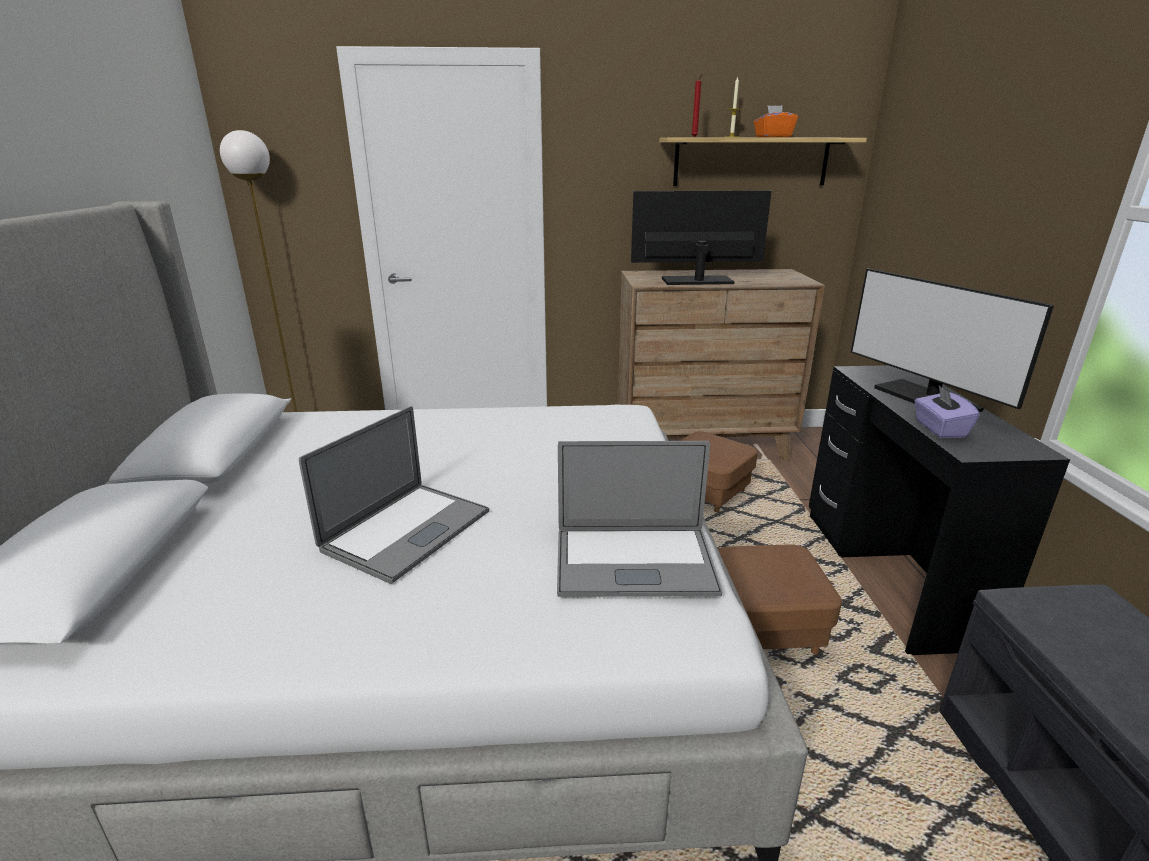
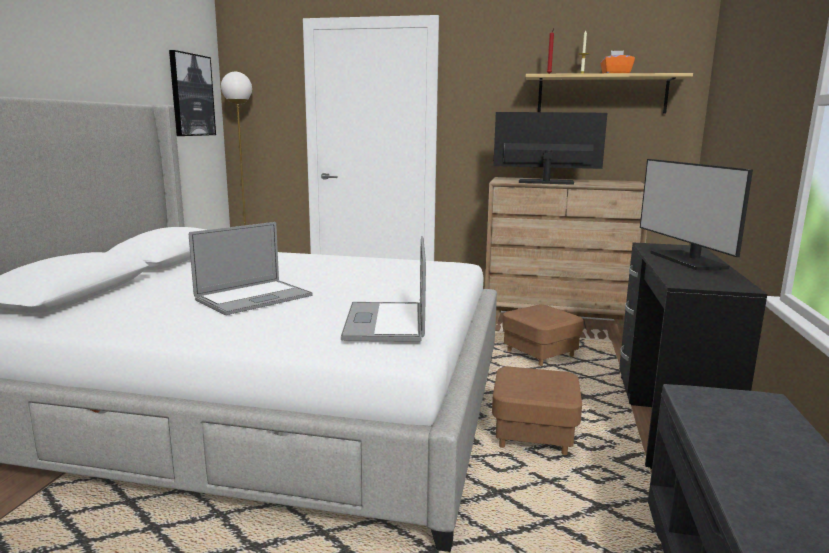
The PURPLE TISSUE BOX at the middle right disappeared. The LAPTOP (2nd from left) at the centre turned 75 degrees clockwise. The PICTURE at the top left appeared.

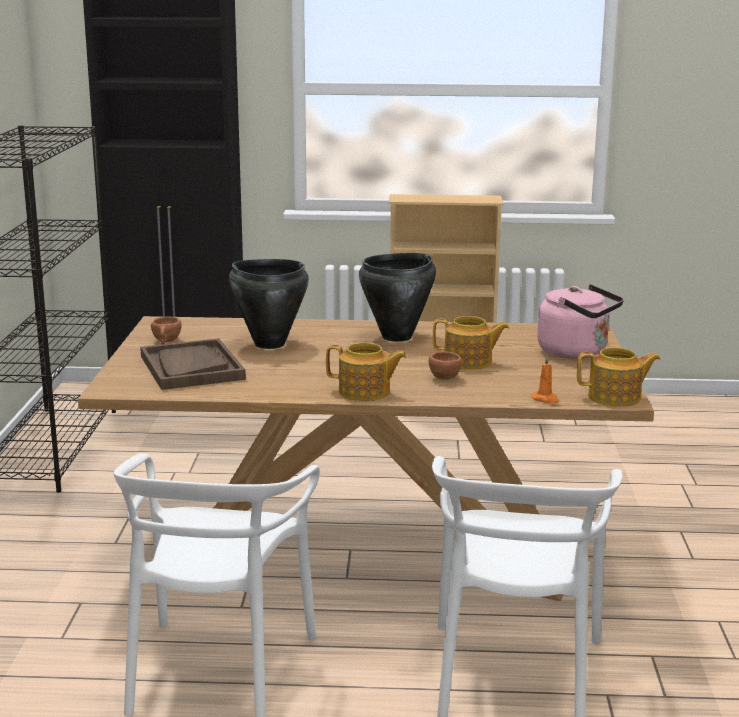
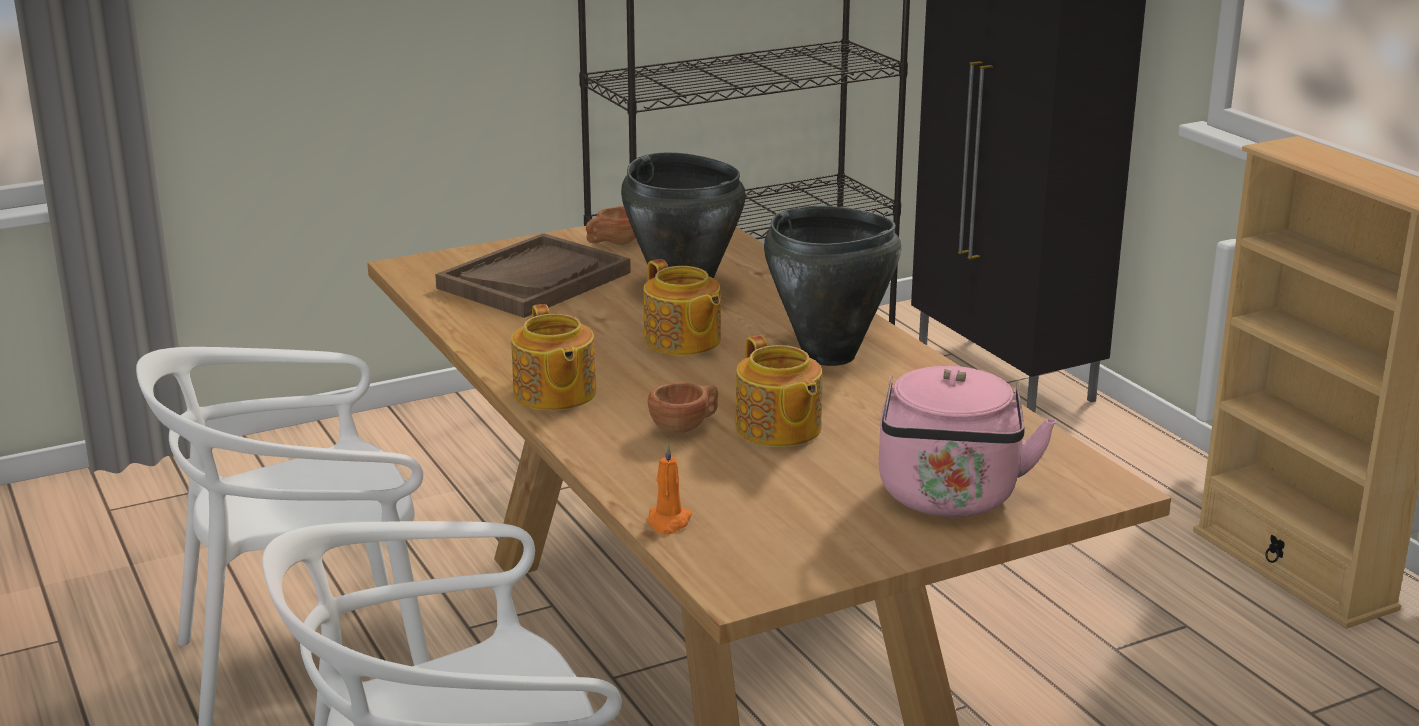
The TEAPOT (3rd from left in the first image) moved from the middle right to the centre.

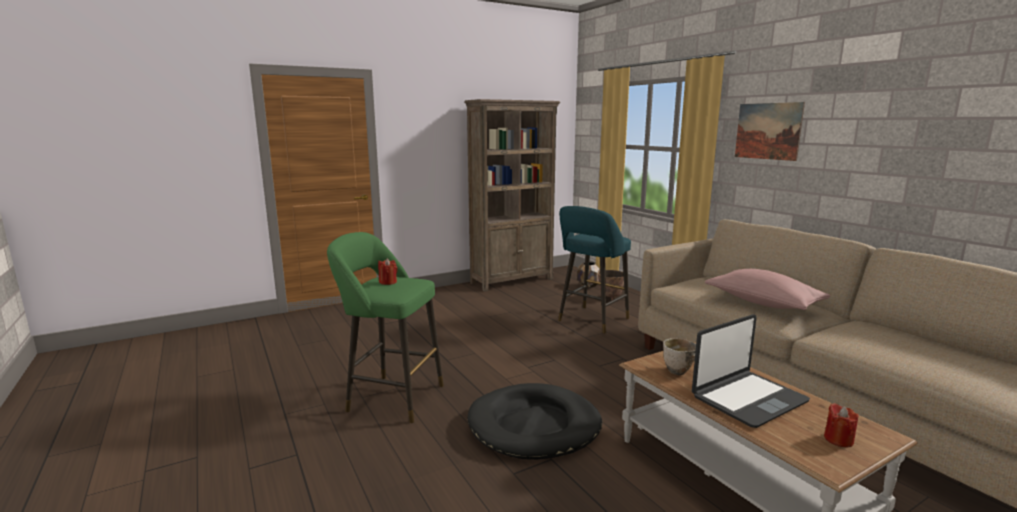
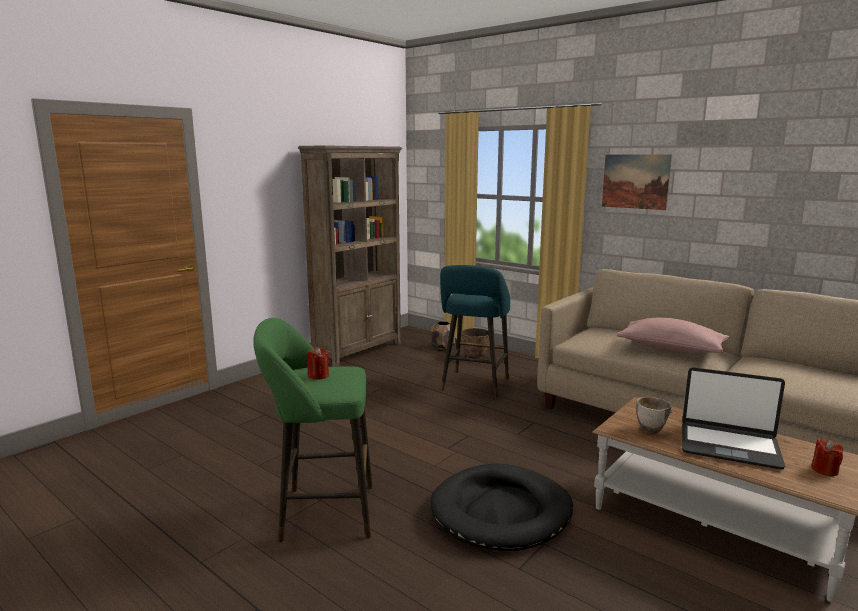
The LAPTOP at the bottom right turned 75 degrees clockwise.

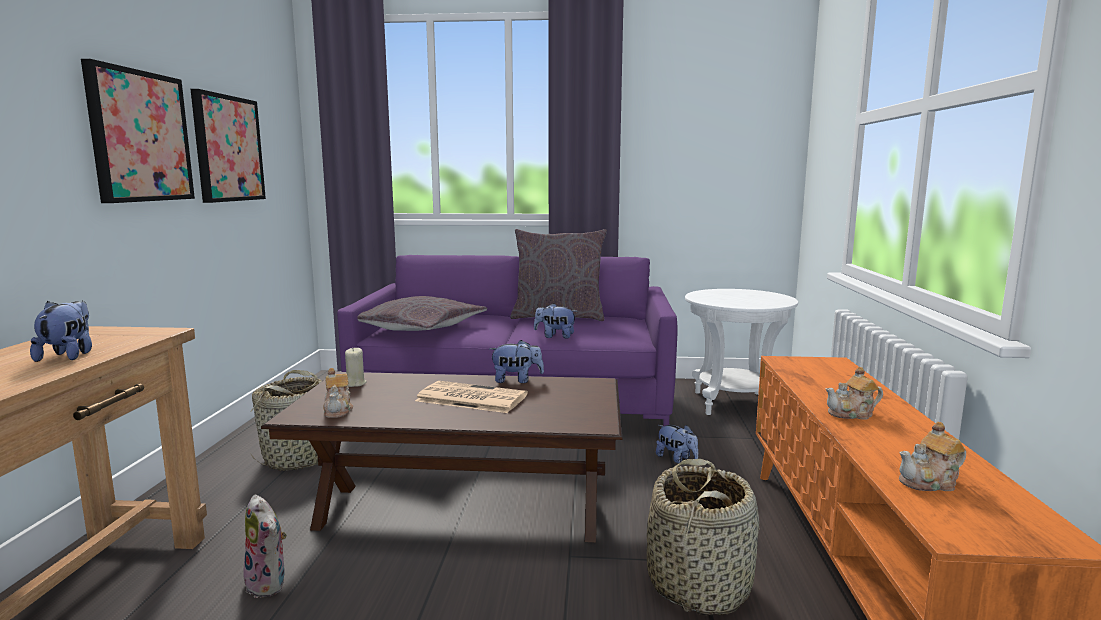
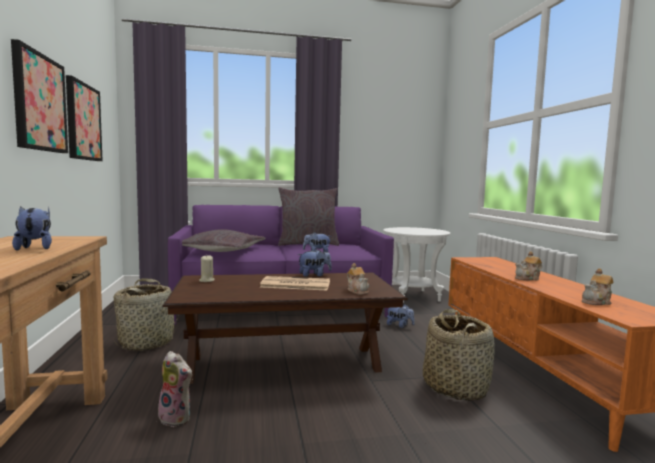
The TEAPOT (1st from left) moved from the middle left to the centre.

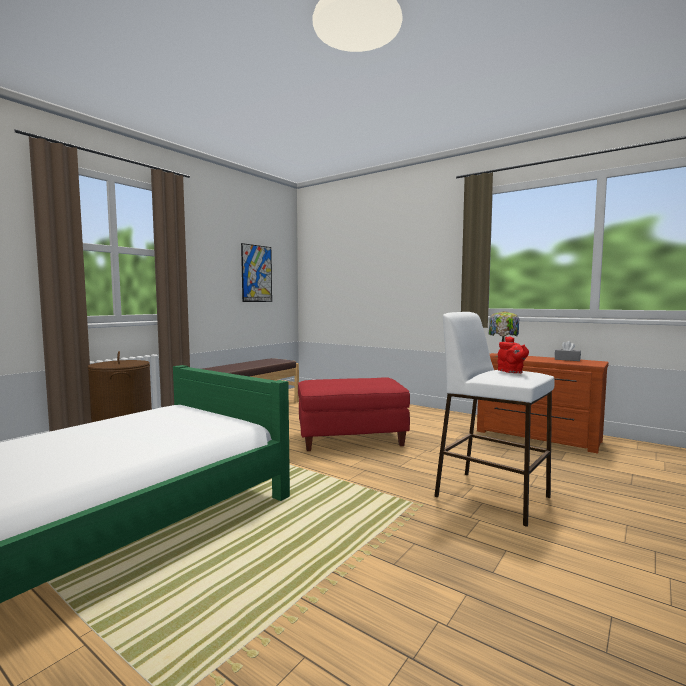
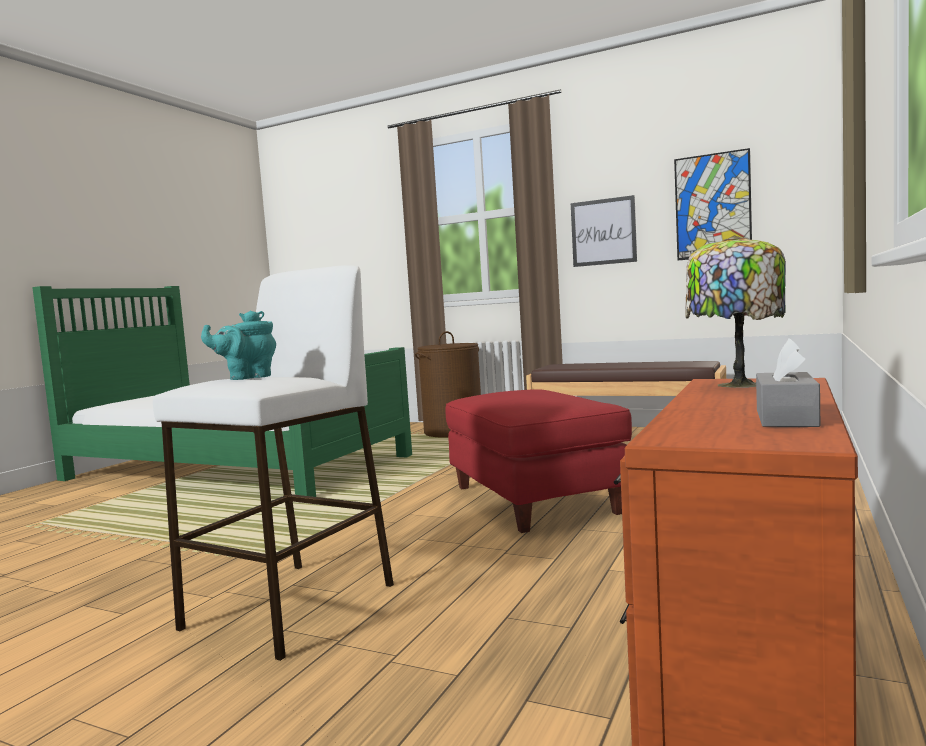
The RED TEAPOT at the middle right became the TURQUOISE TEAPOT at the middle left. The PICTURE (1st from left) at the top centre appeared.

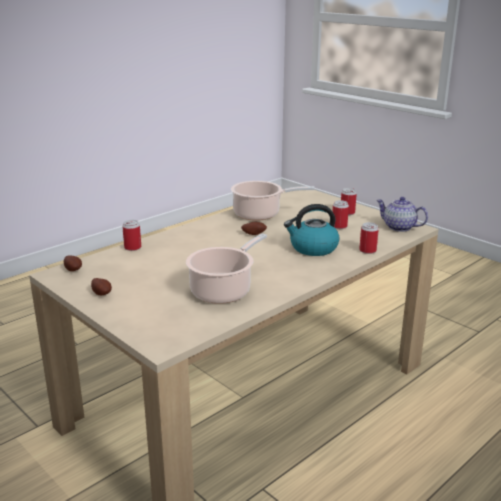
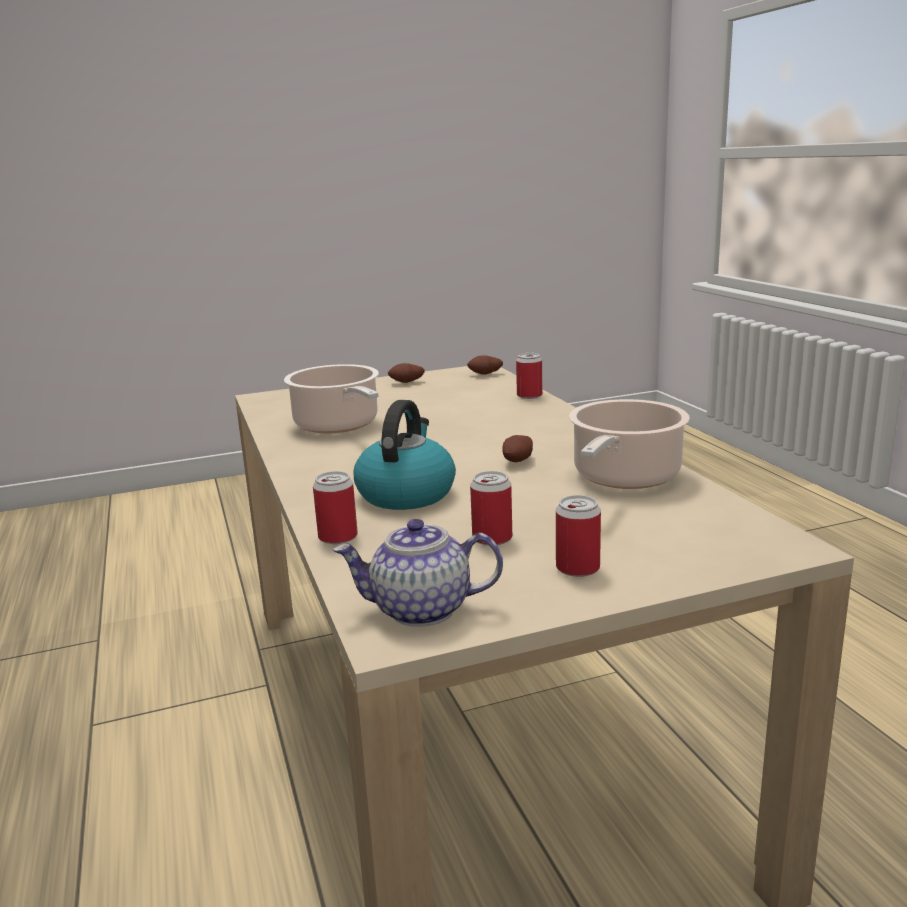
The TEAPOT at the middle right turned 150 degrees counterclockwise.

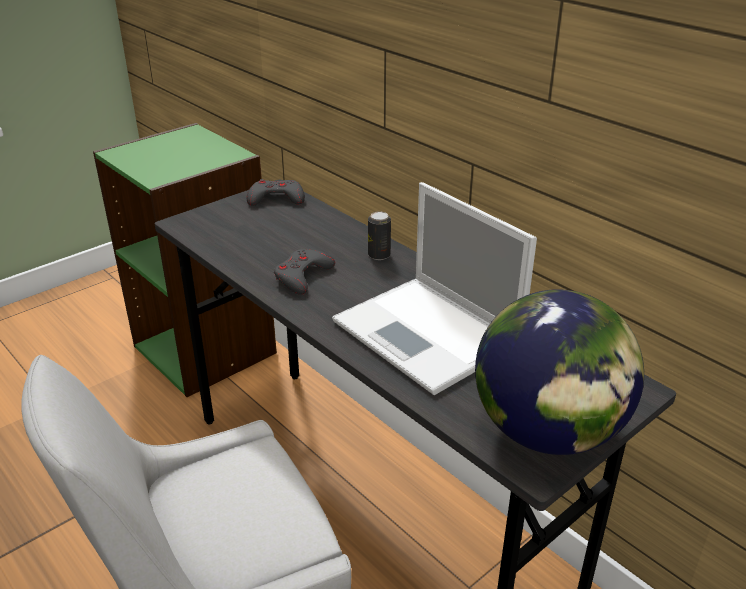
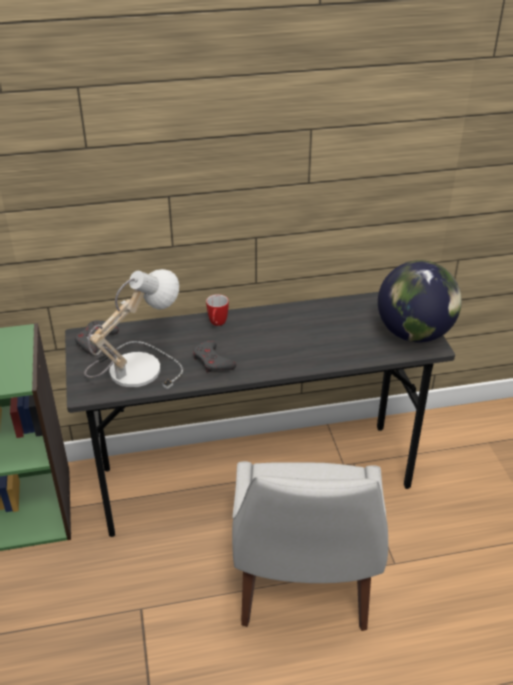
The LAPTOP at the centre disappeared. The CAN at the centre was replaced by the MUG at the centre. The TABLE LAMP at the middle left appeared.

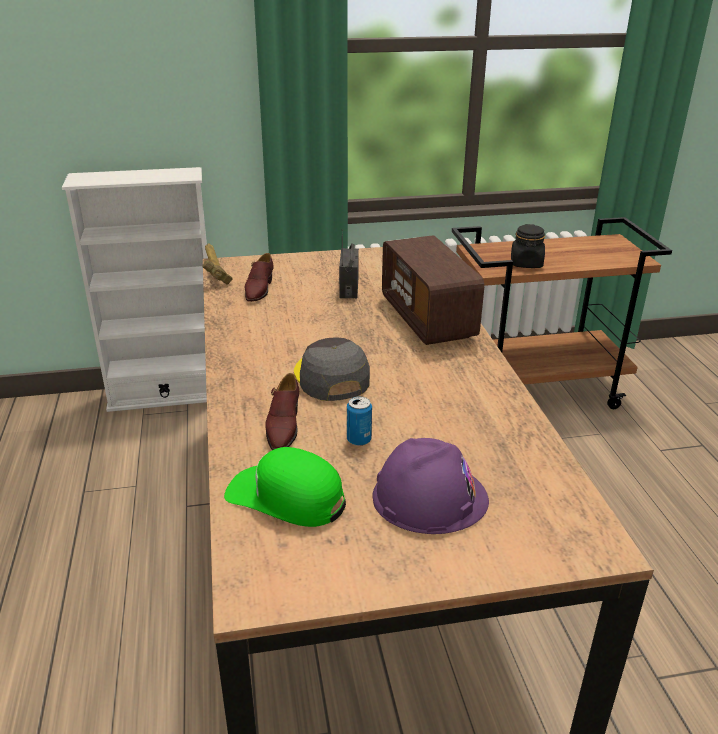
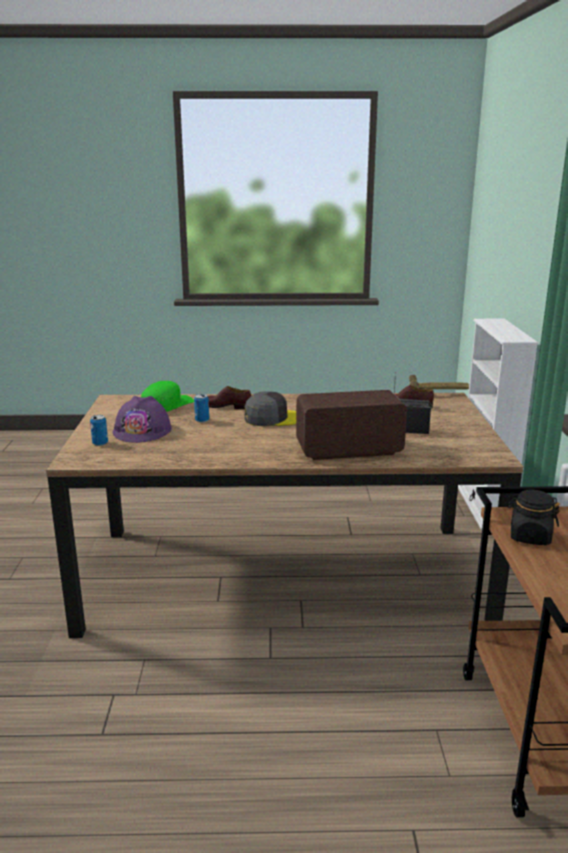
The CAN (1st from left) at the middle left appeared.

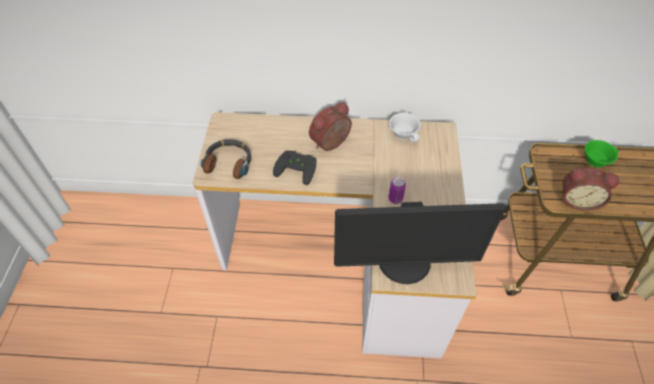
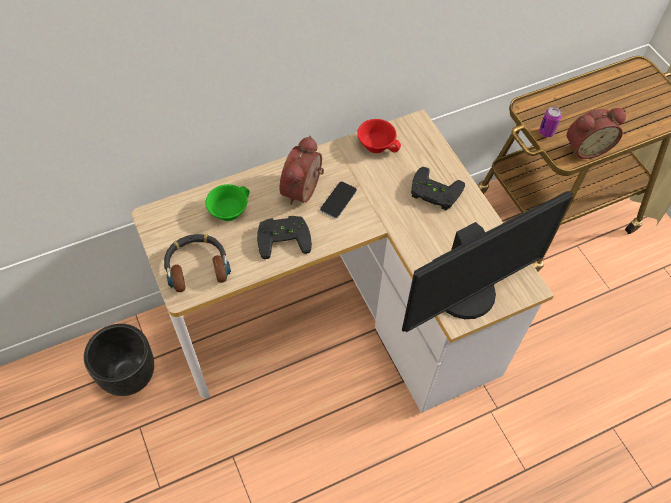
The WHITE CUP at the centre became the RED CUP at the top centre. The GREEN CUP moved from the middle right to the centre. The CAN moved from the centre to the top right. The BLACK GAME CONTROLLER (2nd from left) at the centre appeared. The PHONE at the centre appeared. The BLACK PLANTER at the bottom left appeared.

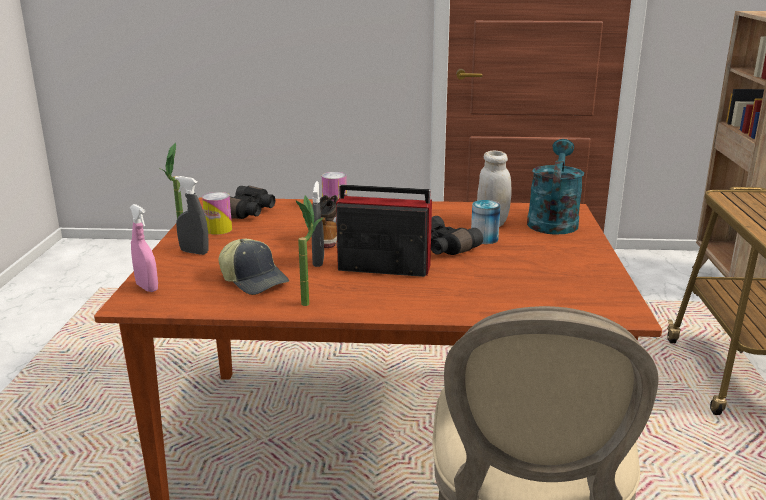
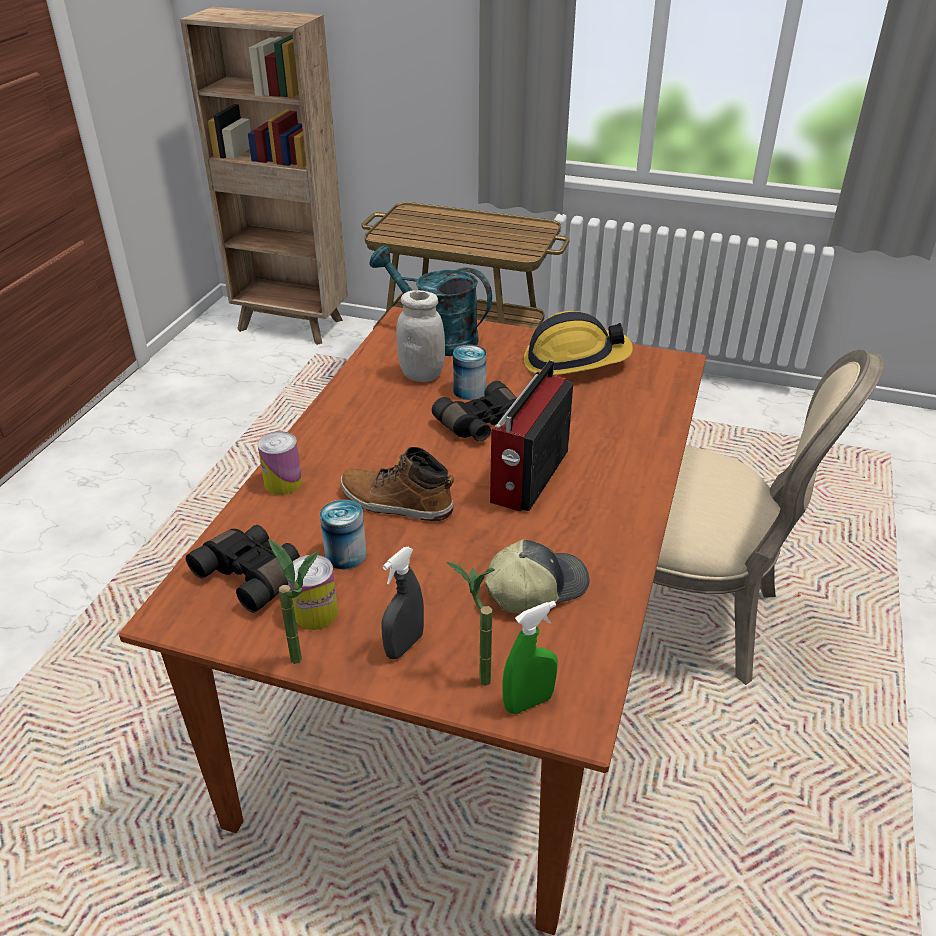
The GREY SPRAY BOTTLE (2nd from left) at the centre disappeared. The POTTED PLANT (2nd from left) moved from the centre to the bottom centre. The PINK SPRAY BOTTLE at the middle left became the GREEN SPRAY BOTTLE at the bottom centre. The HARD HAT at the centre appeared. The CAN (3rd from left) at the centre appeared.

